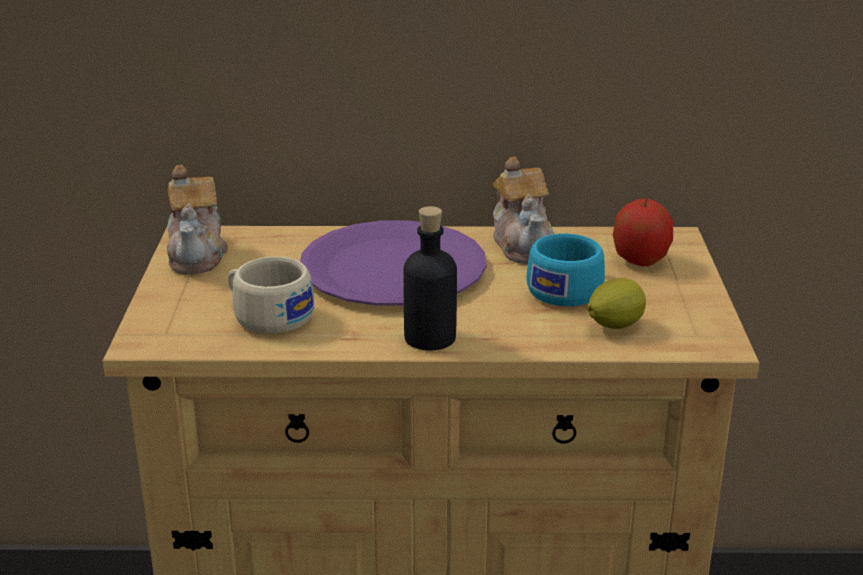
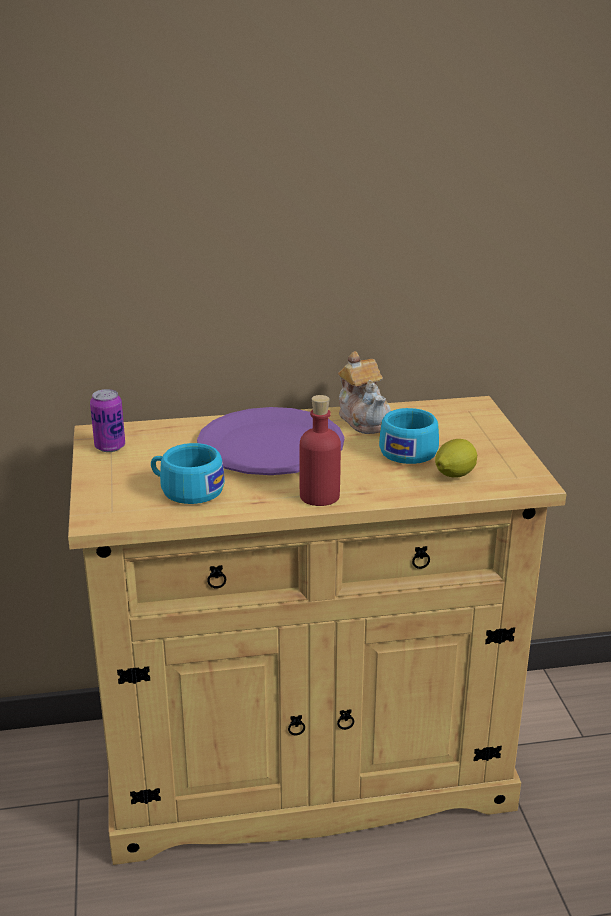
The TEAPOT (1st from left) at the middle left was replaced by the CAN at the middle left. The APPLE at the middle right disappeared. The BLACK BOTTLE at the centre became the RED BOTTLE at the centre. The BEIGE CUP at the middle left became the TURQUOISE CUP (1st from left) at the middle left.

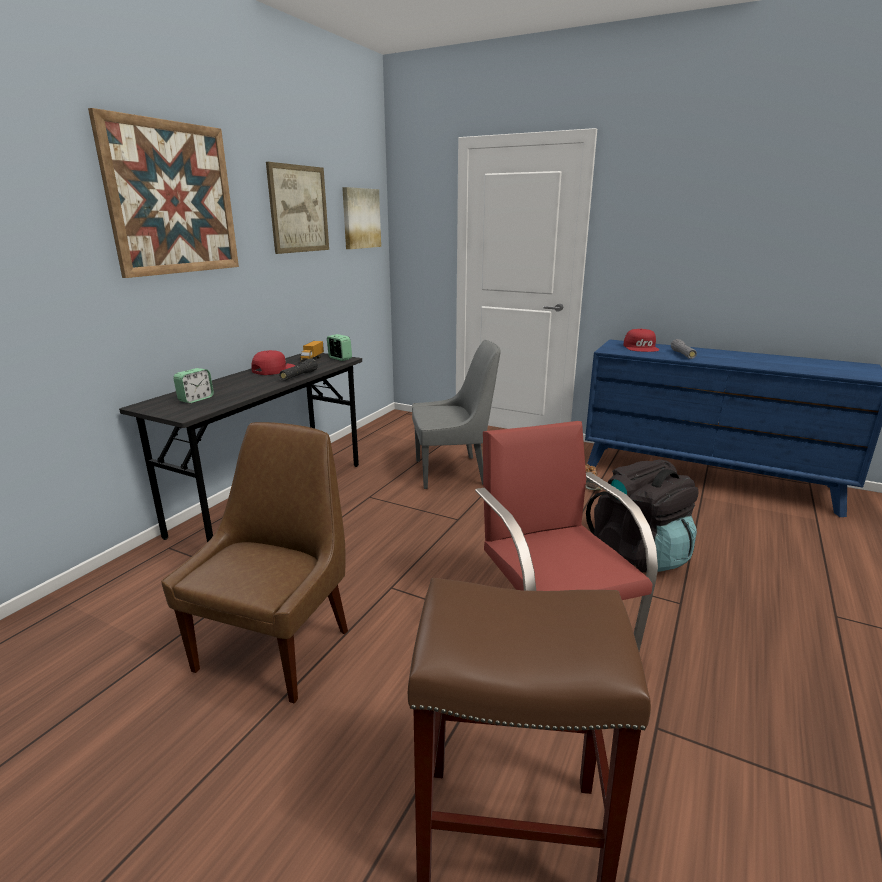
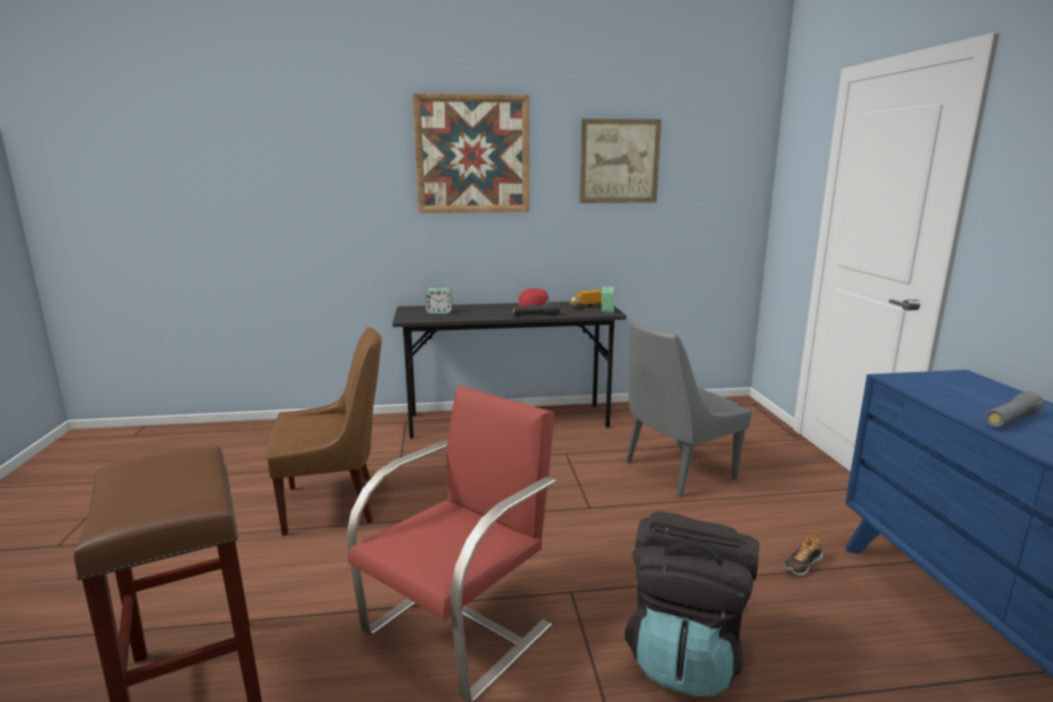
The PICTURE (3rd from left) at the top centre disappeared. The RED CAP (2nd from left) at the middle right disappeared. The GREY CHAIR at the centre turned 105 degrees clockwise.

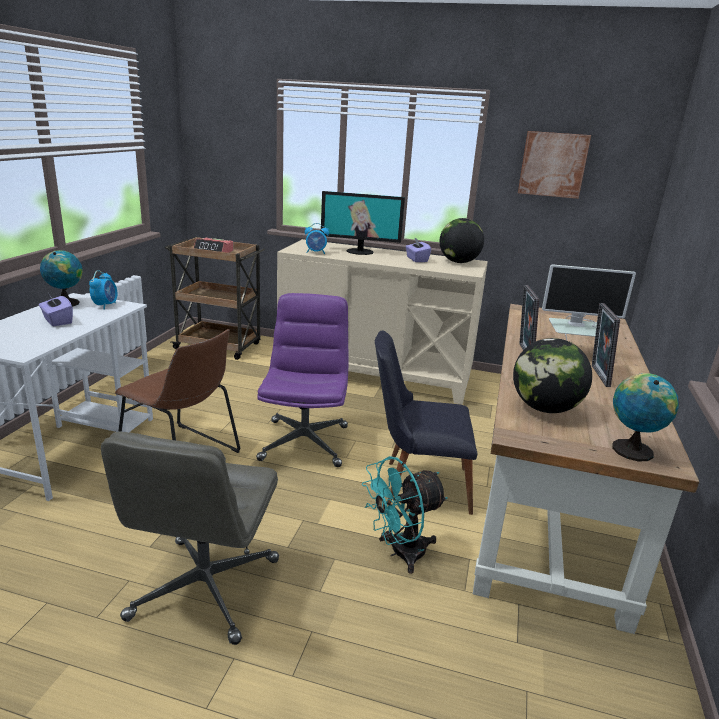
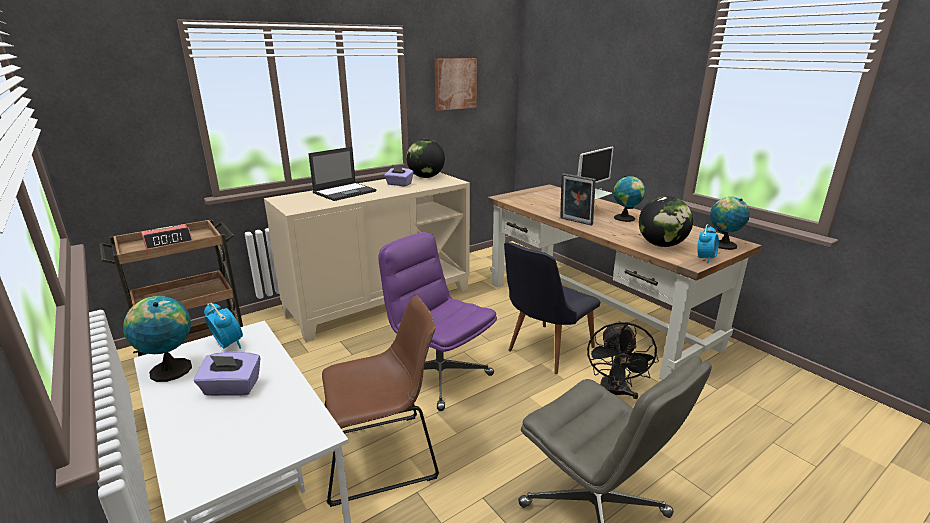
The MONITOR (1st from left) at the top centre was replaced by the LAPTOP at the top centre. The ALARM CLOCK (3rd from left) moved from the top centre to the middle right. The PICTURE FRAME (2nd from left) at the middle right was replaced by the GLOBE (3rd from left) at the middle right. The TURQUOISE FAN at the bottom centre became the BLACK FAN at the bottom right.

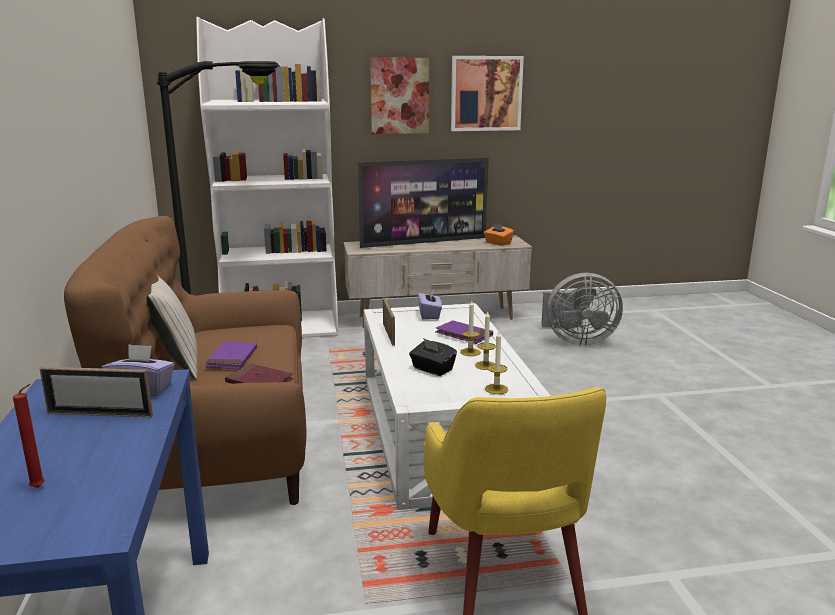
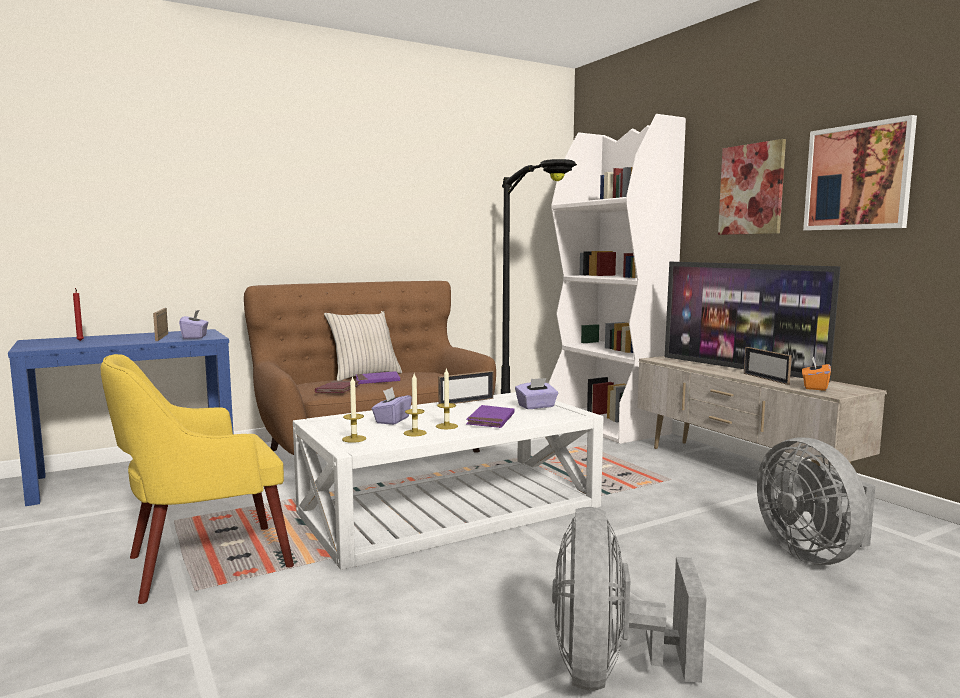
The BLACK TISSUE BOX at the centre became the PURPLE TISSUE BOX (2nd from left) at the centre. The PICTURE FRAME (3rd from left) at the middle right appeared. The GREY FAN (1st from left) at the bottom centre appeared.

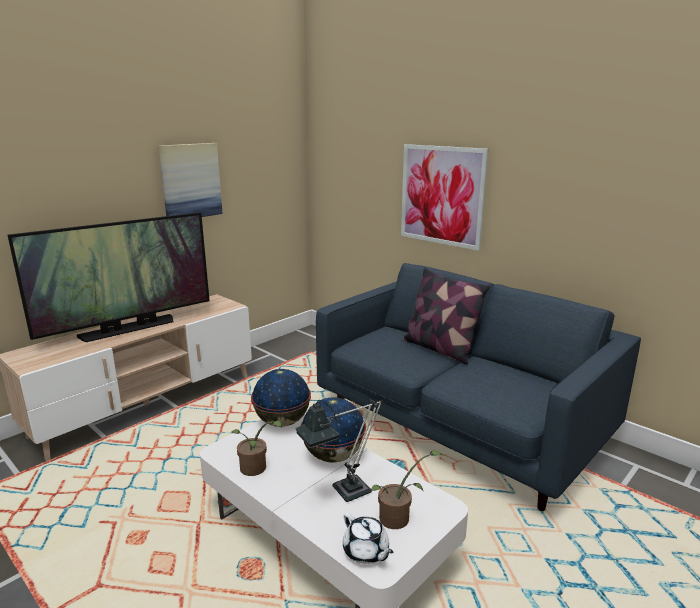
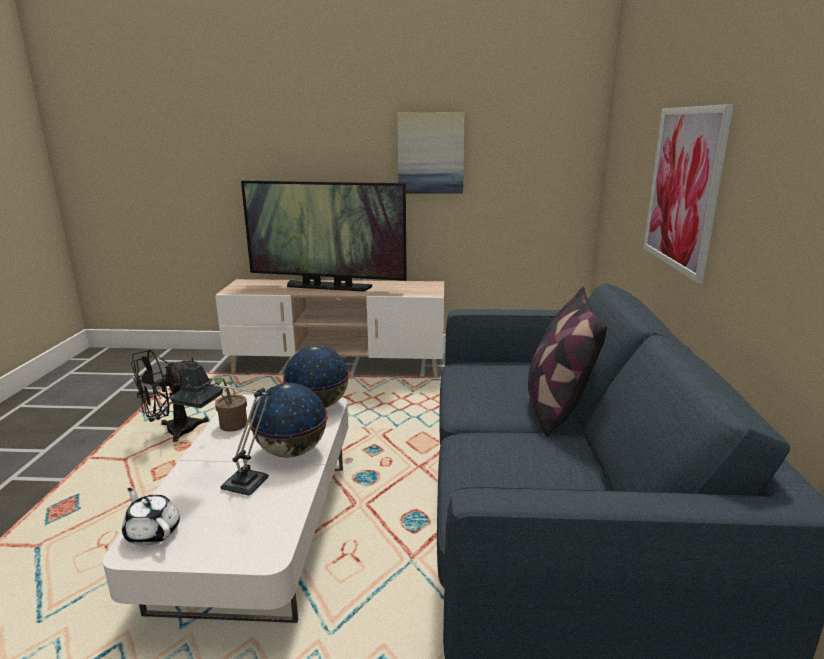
The POTTED PLANT (2nd from left) at the bottom centre disappeared. The WHITE TEAPOT at the bottom centre turned 120 degrees clockwise. The BLACK FAN at the middle left appeared.

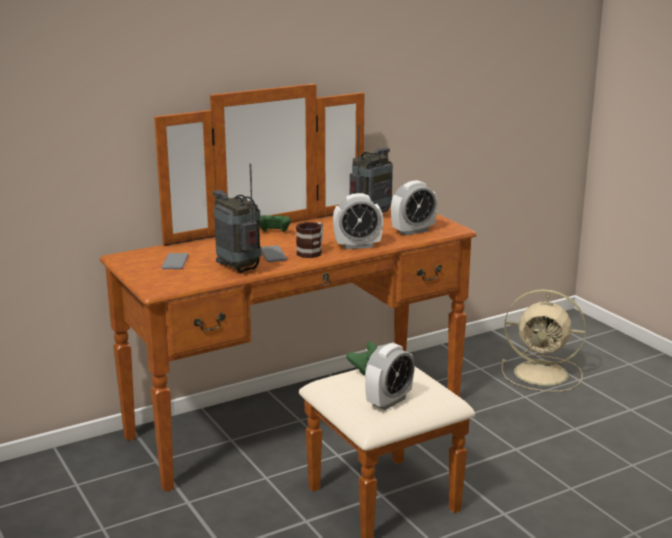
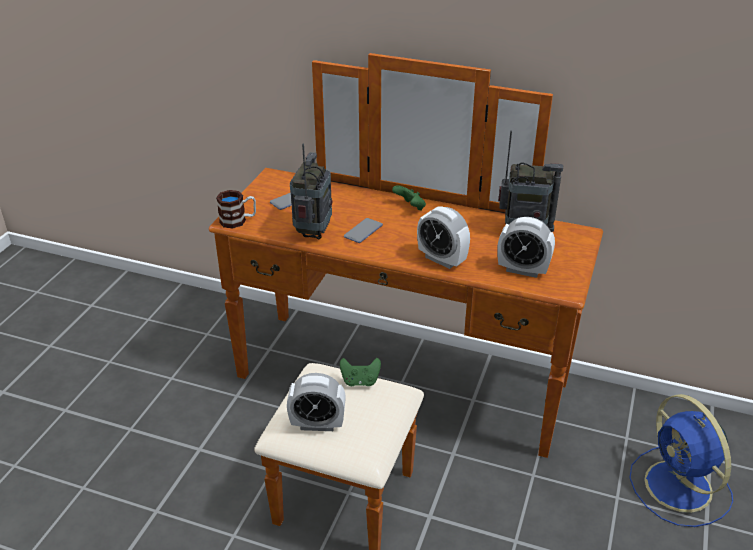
The MUG moved from the centre to the middle left. The BEIGE FAN at the middle right became the BLUE FAN at the bottom right.

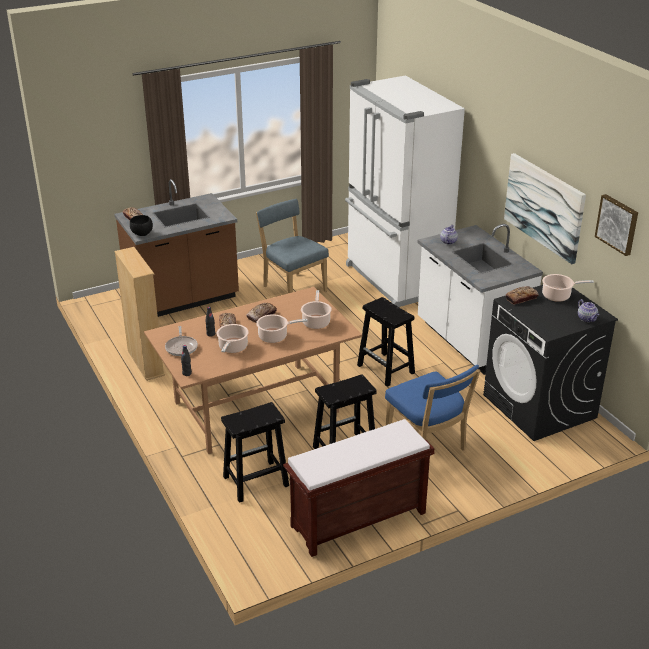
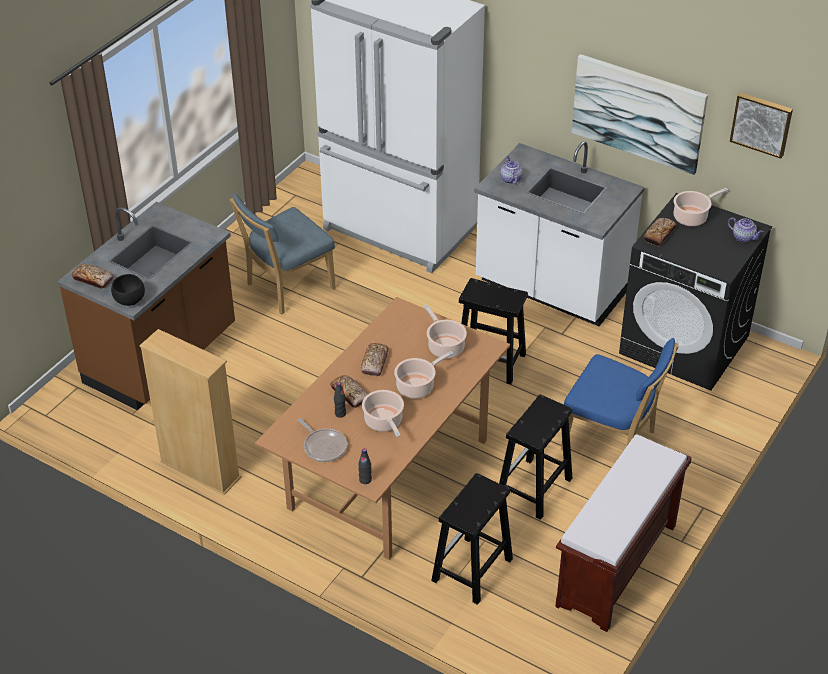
The BLUE CHAIR (1st from left) at the centre turned 60 degrees counterclockwise.

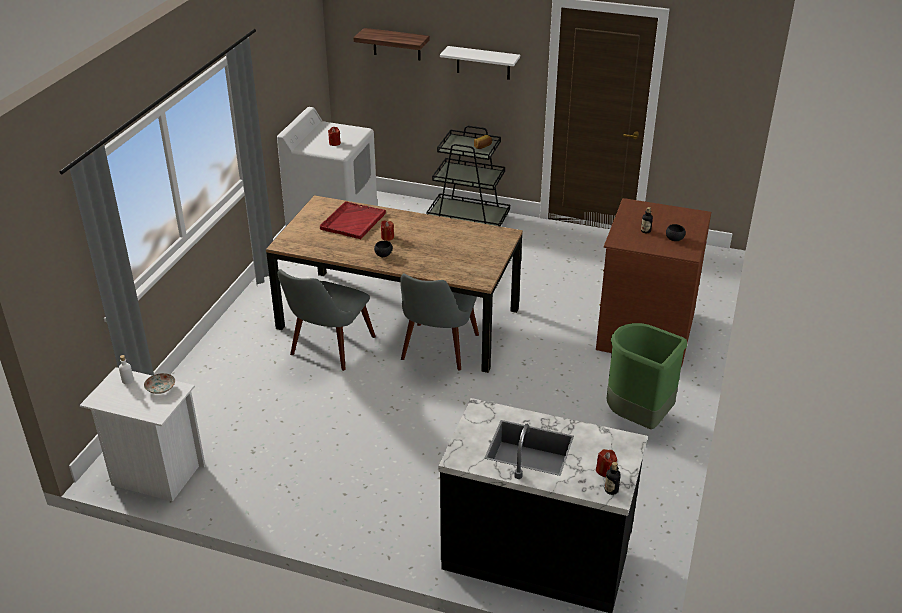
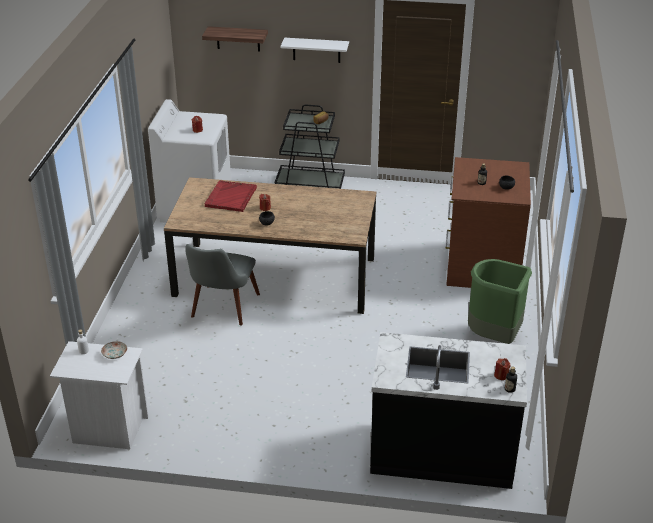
The GREY CHAIR (2nd from left) at the centre disappeared.

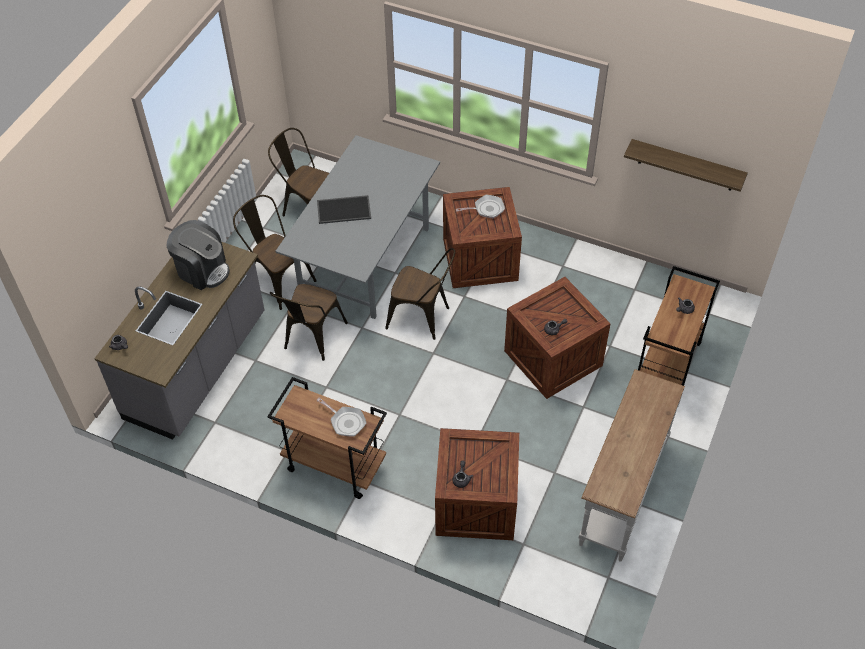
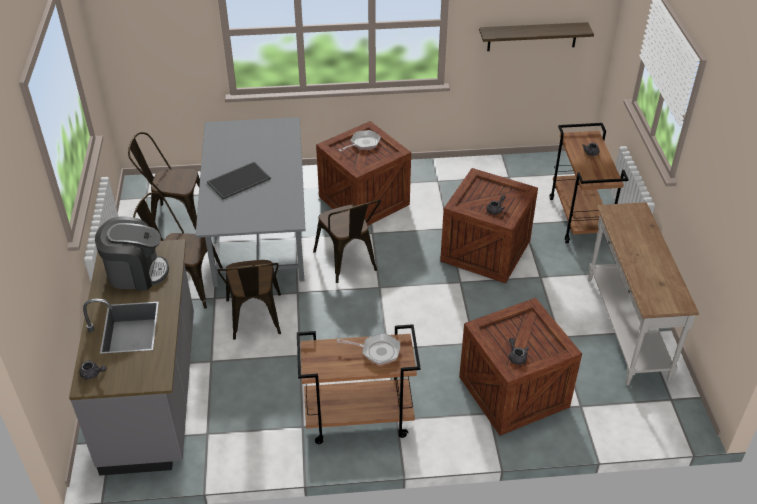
The BROWN CHAIR (4th from left) at the centre turned 75 degrees clockwise.

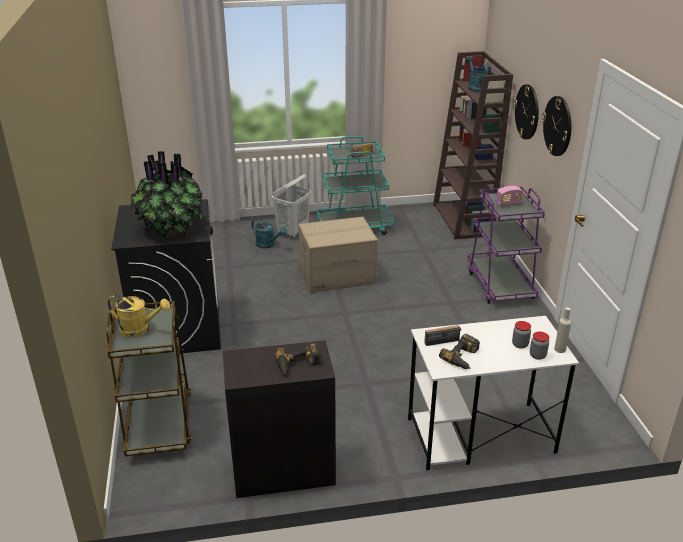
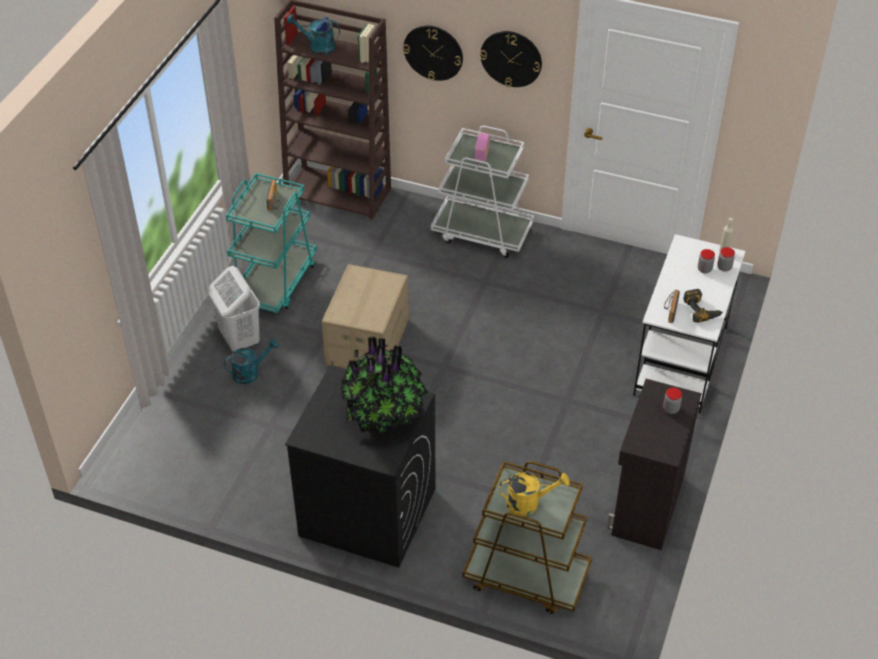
The PURPLE CART at the middle right became the WHITE CART at the top centre. The YELLOW WATERING CAN at the middle left turned 45 degrees clockwise. The POWER DRILL (1st from left) at the centre was replaced by the JAR (1st from left) at the middle right.

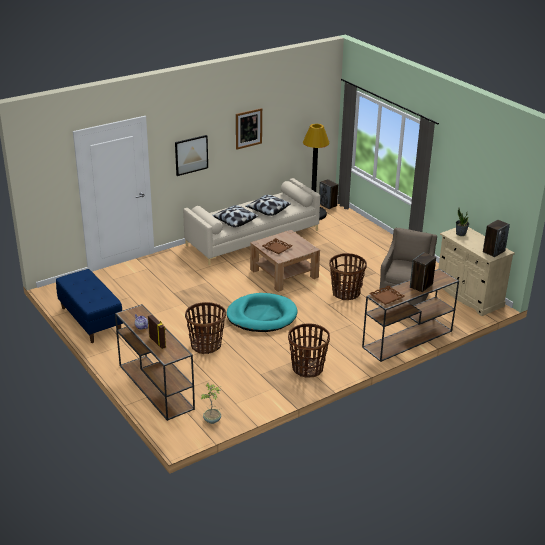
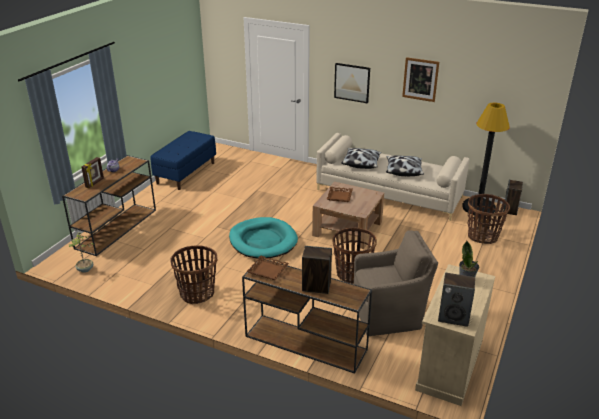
The BASKET (1st from left in the first image) moved from the centre to the middle right.

